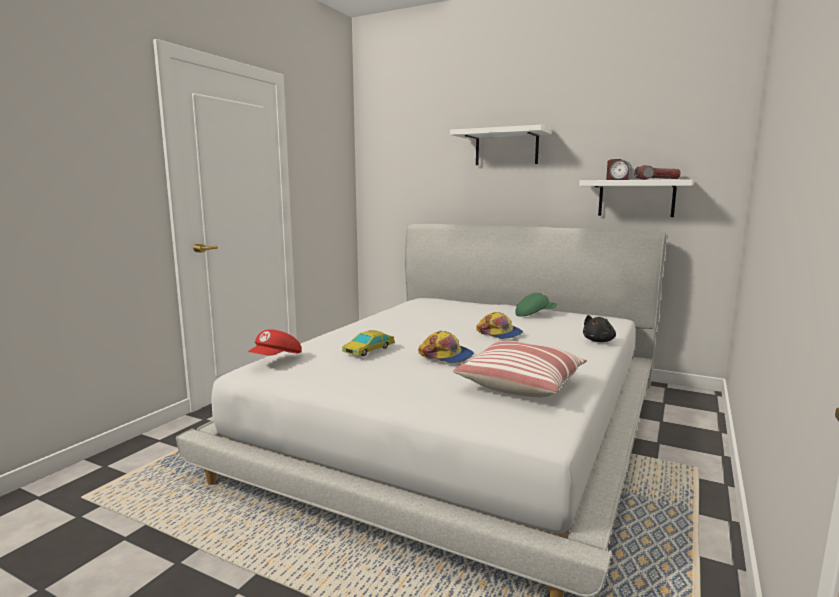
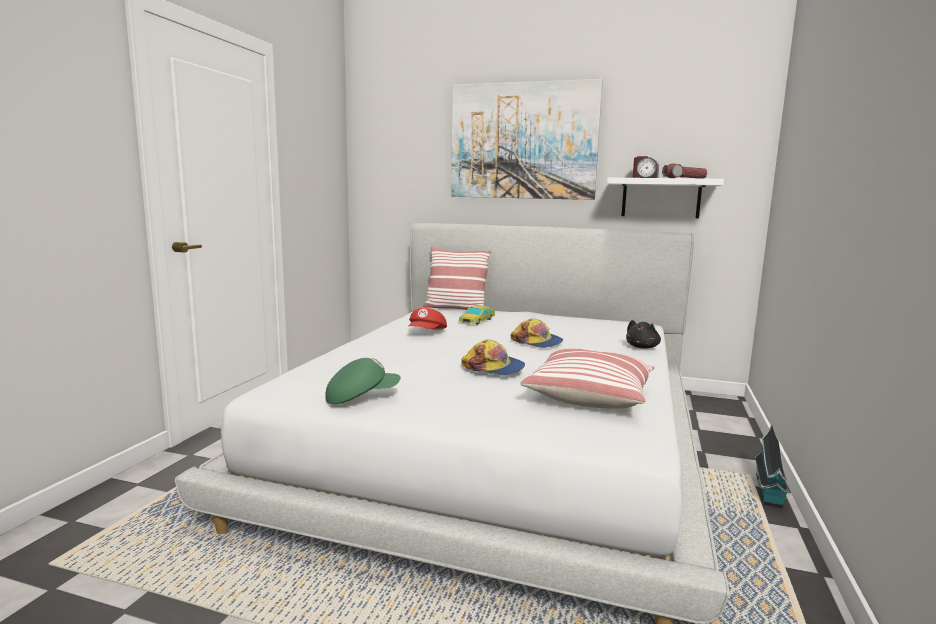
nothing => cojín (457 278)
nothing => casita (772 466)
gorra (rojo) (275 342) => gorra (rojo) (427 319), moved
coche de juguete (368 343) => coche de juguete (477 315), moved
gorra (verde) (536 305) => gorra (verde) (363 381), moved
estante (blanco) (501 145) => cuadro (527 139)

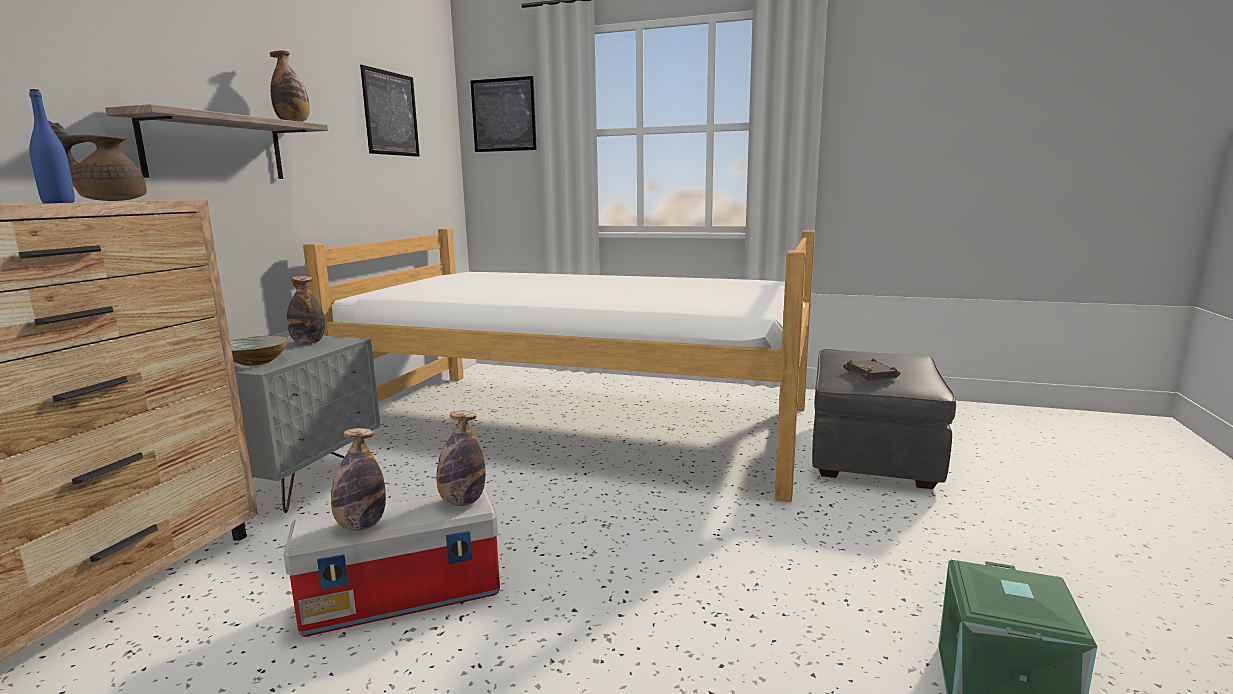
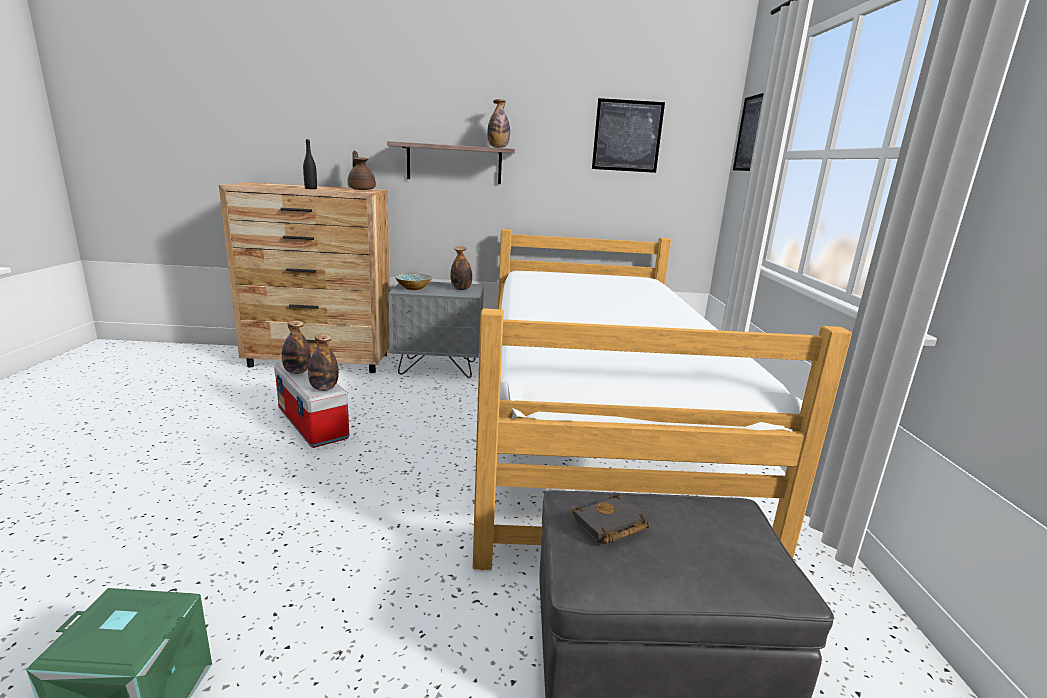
botella (azul) (52 146) => botella (negro) (310 164)

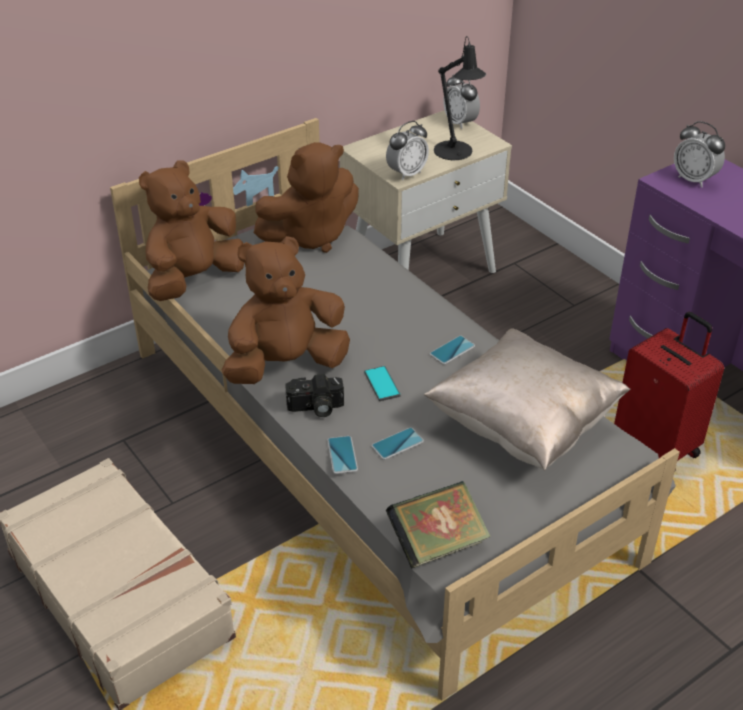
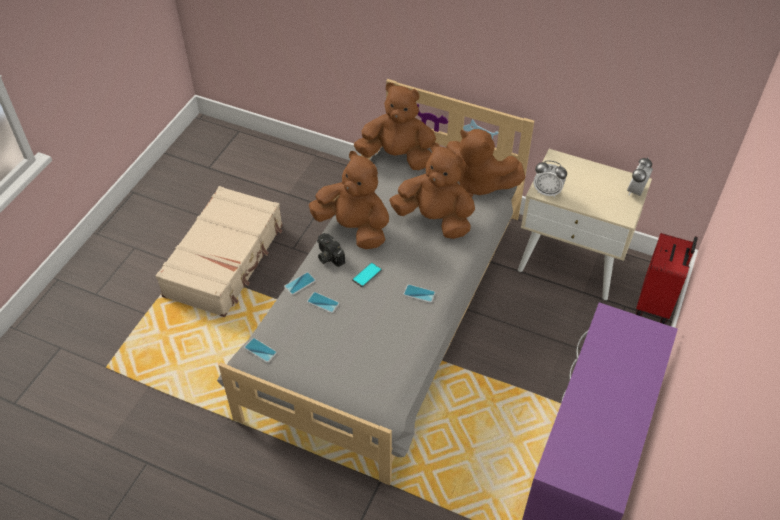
cojín (beis) (527 399) => nothing
lámpara de mesa (negro) (460 98) => nothing
despertador (699 154) => nothing
nothing => peluche (marrón) (432 191)
maleta (rojo) (669 392) => maleta (rojo) (667 278), moved
libro (438 525) => móvil (260 350)

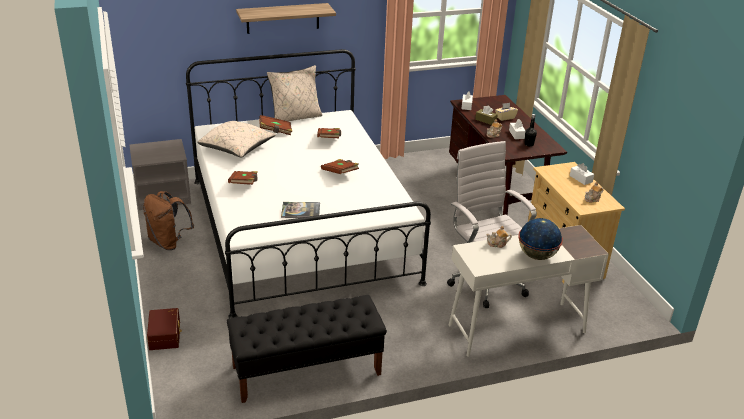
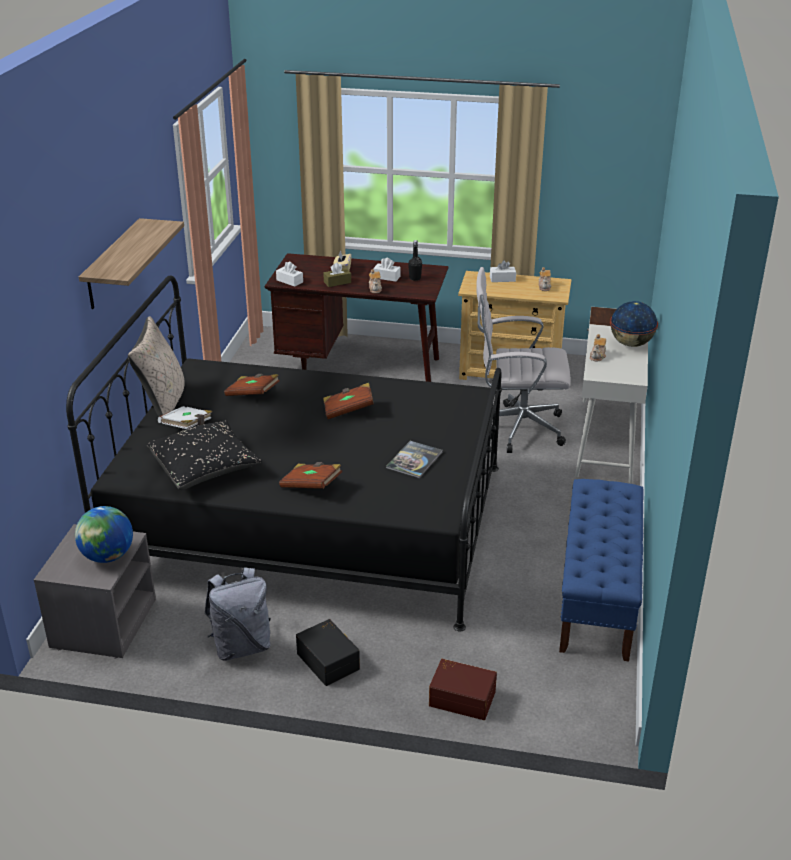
nothing => globo terráqueo (104 534)
nothing => caja de almacenaje (negro) (328 652)
mochila (marrón) (168 220) => mochila (gris) (238 614)
cama (blanco) (308 183) => cama (negro) (284 453)
cojín (beis) (236 139) => cojín (negro) (204 455)
banco (negro) (307 349) => banco (azul) (601 570)
libro (marrón) (275 125) => libro (blanco) (185 417)

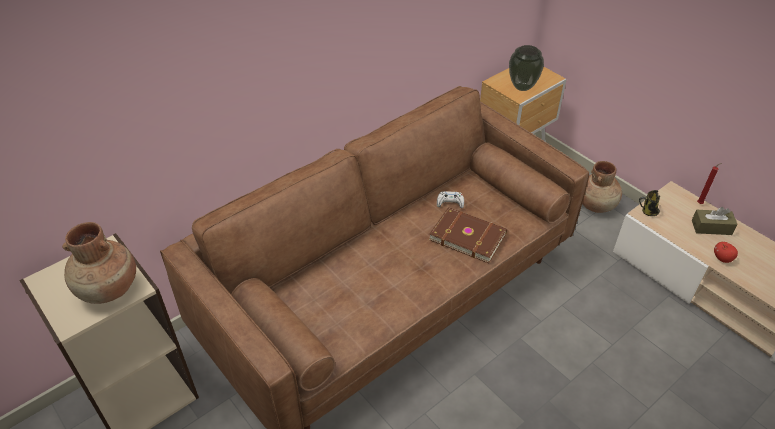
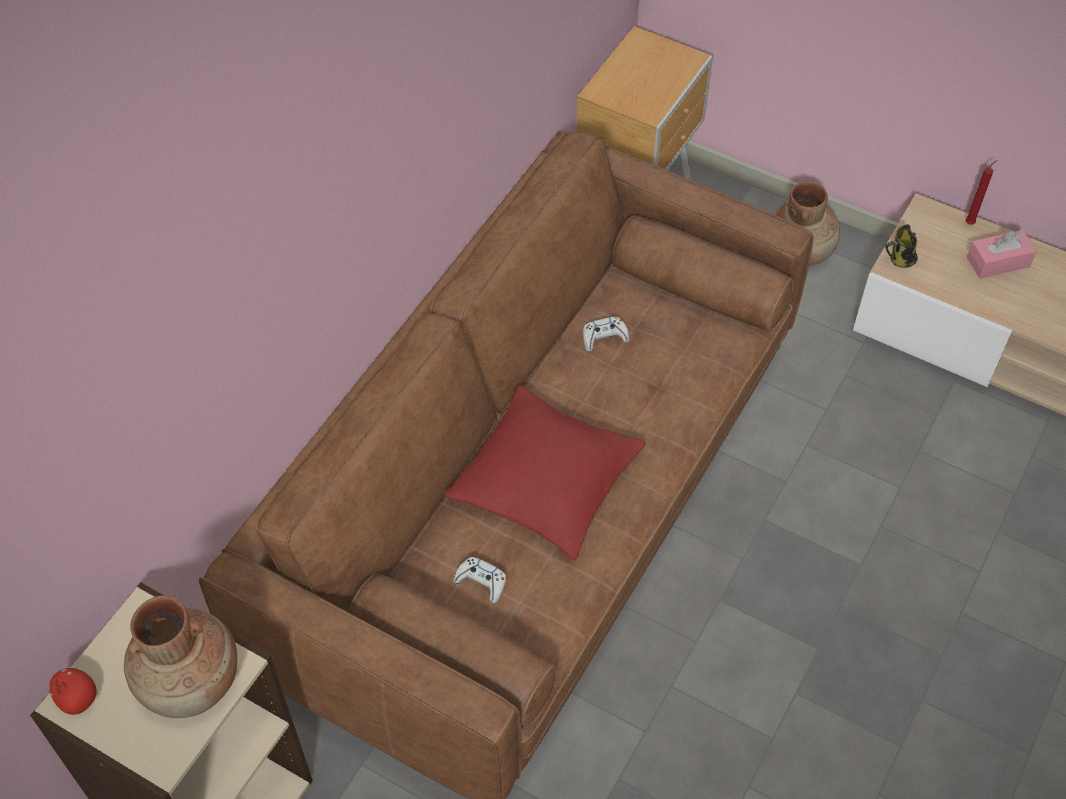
libro (marrón) (468 235) => nothing
florero (526 68) => nothing
nothing => cojín (rojo) (544 472)
nothing => mando de consola (blanco) (479 579)
manzana (726 252) => manzana (73 691), moved
caja de pañuelos (marrón) (715 221) => caja de pañuelos (rosa) (1002 254)

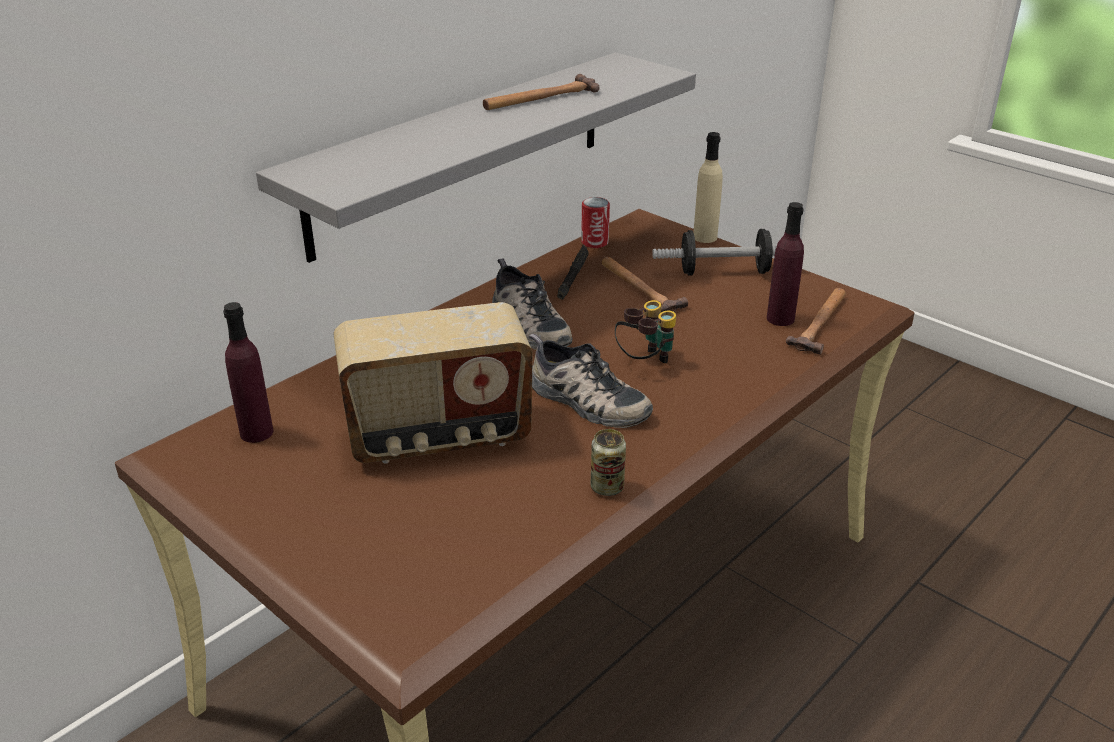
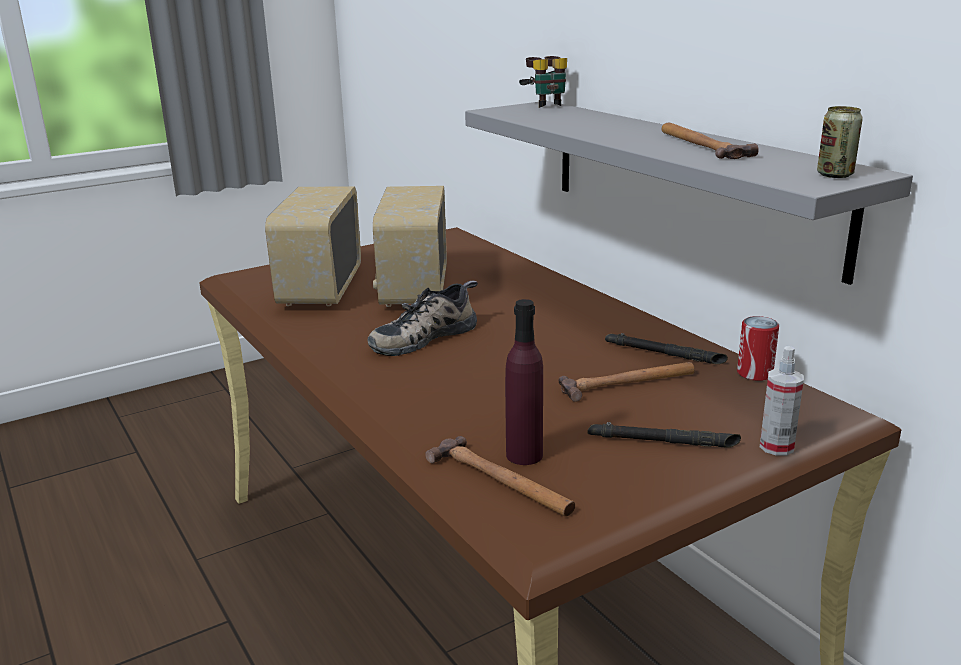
botella (morado) (248 372) => nothing
zapato (532 304) => nothing
nothing => radio (313 246)
lata (608 462) => lata (840 142), moved
prismáticos (645 331) => prismáticos (543 82), moved
mancuerna (714 252) => linterna (negro) (664 435)
botella (beis) (708 187) => pulverizador (782 401)

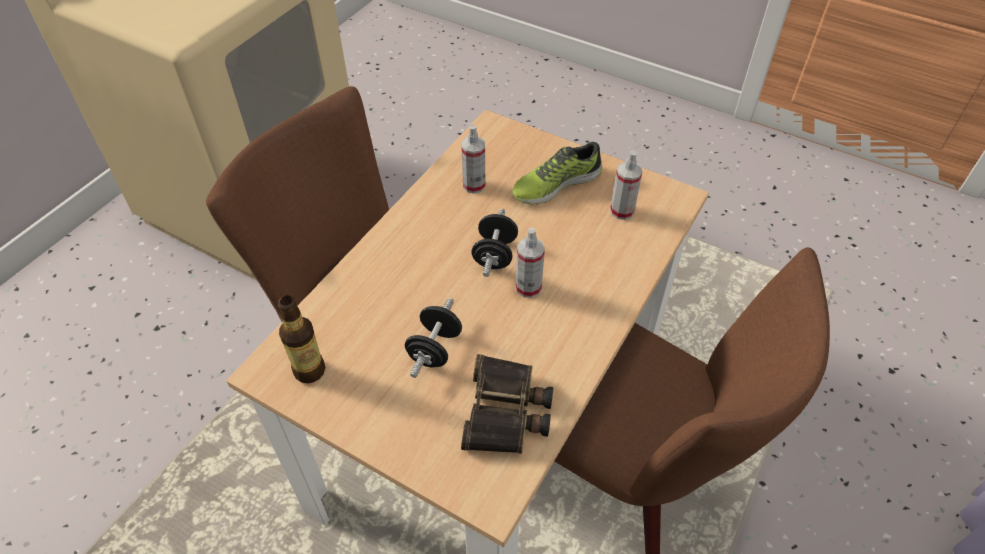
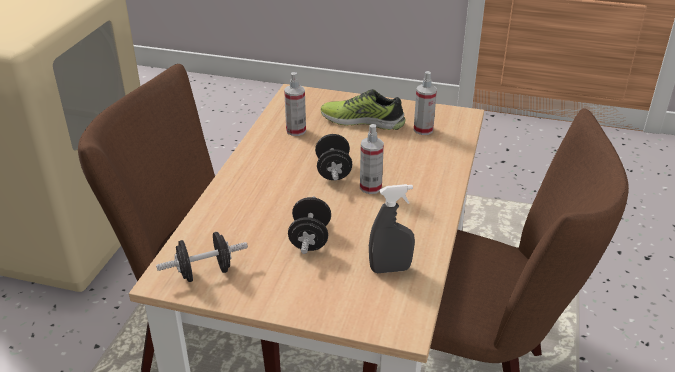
botella (301 339) => mancuerna (negro) (202 257)
prismáticos (507 404) => pulverizador (gris) (392 228)
zapato (557 173) => zapato (363 109), 60 degrees clockwise

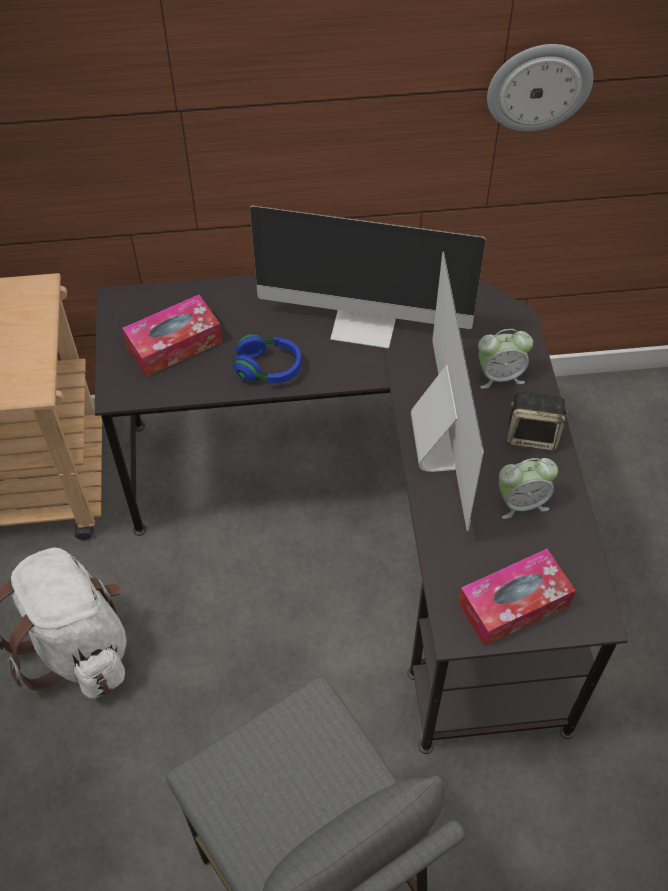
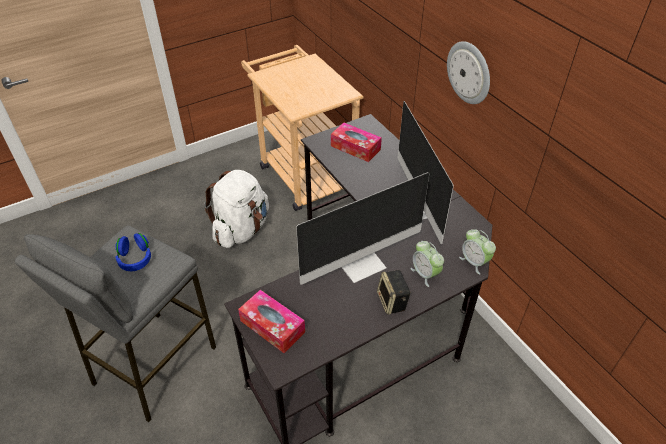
auriculares (azul) (267 358) => auriculares (azul) (133 252), moved
reloj de pared (540 87) => reloj de pared (468 72), moved
despertador (528 488) => despertador (477 252), moved

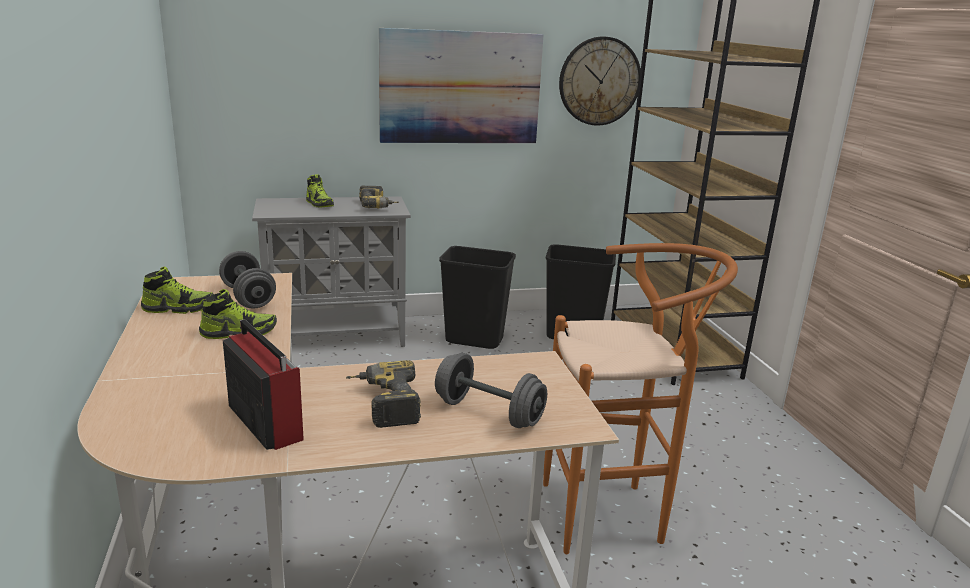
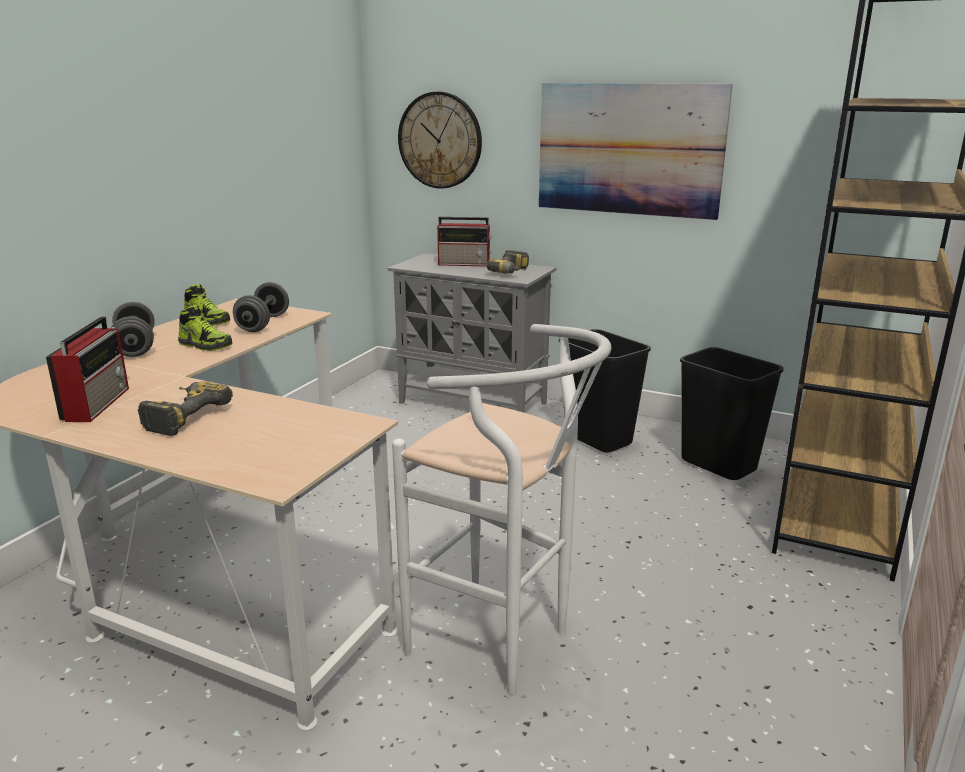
mancuerna (gris) (491 390) => mancuerna (gris) (133 329), moved
reloj de pared (600 81) => reloj de pared (440 140), moved
zapato (320 191) => radio (464 242)
taburete (naranja) (640 398) => taburete (blanco) (501 509)

